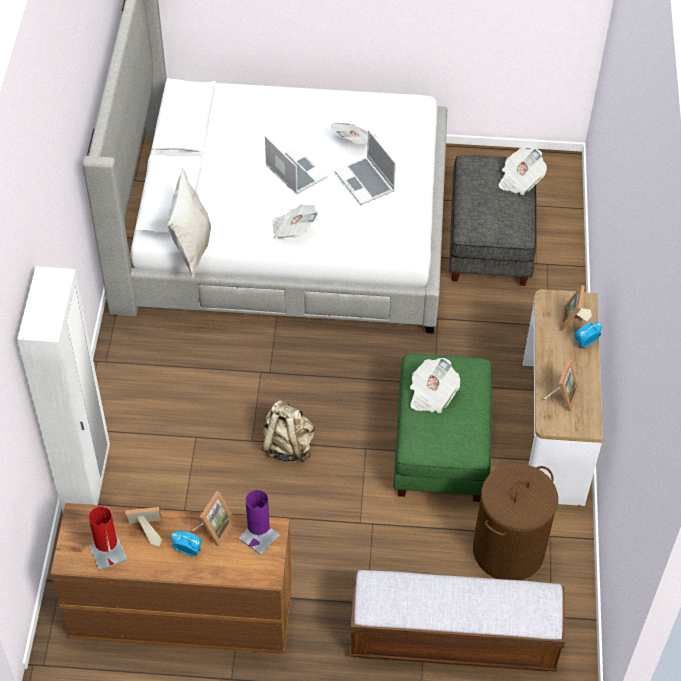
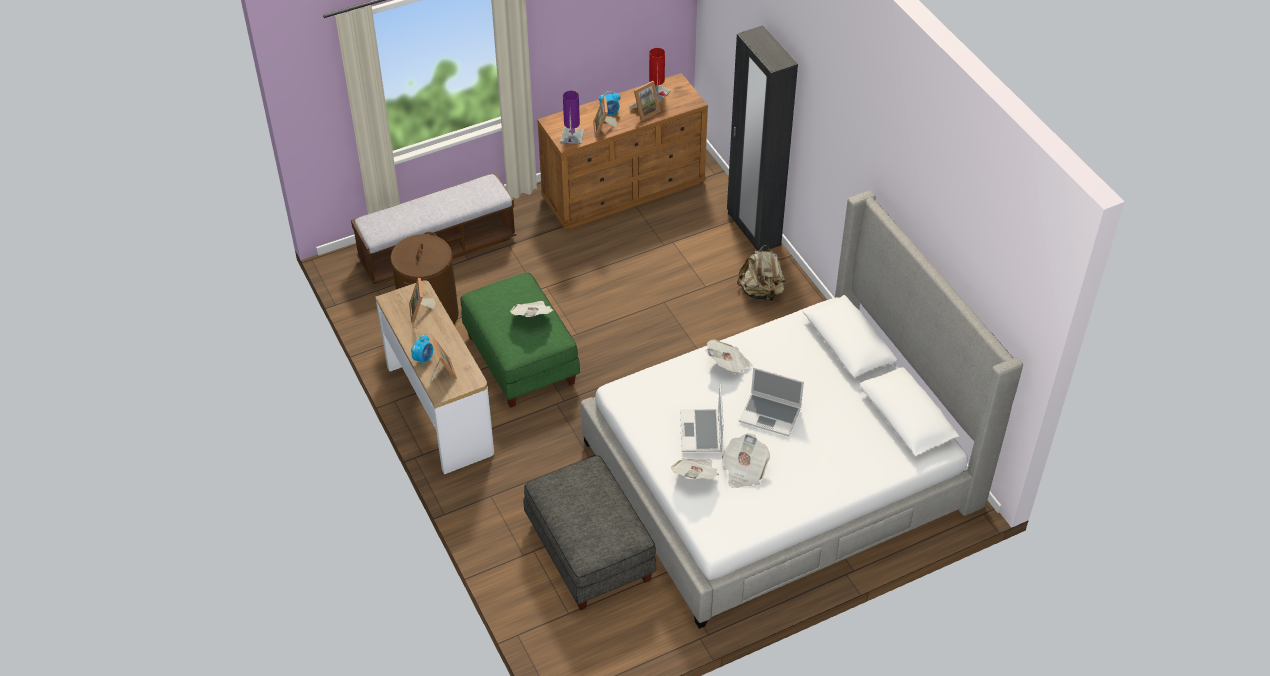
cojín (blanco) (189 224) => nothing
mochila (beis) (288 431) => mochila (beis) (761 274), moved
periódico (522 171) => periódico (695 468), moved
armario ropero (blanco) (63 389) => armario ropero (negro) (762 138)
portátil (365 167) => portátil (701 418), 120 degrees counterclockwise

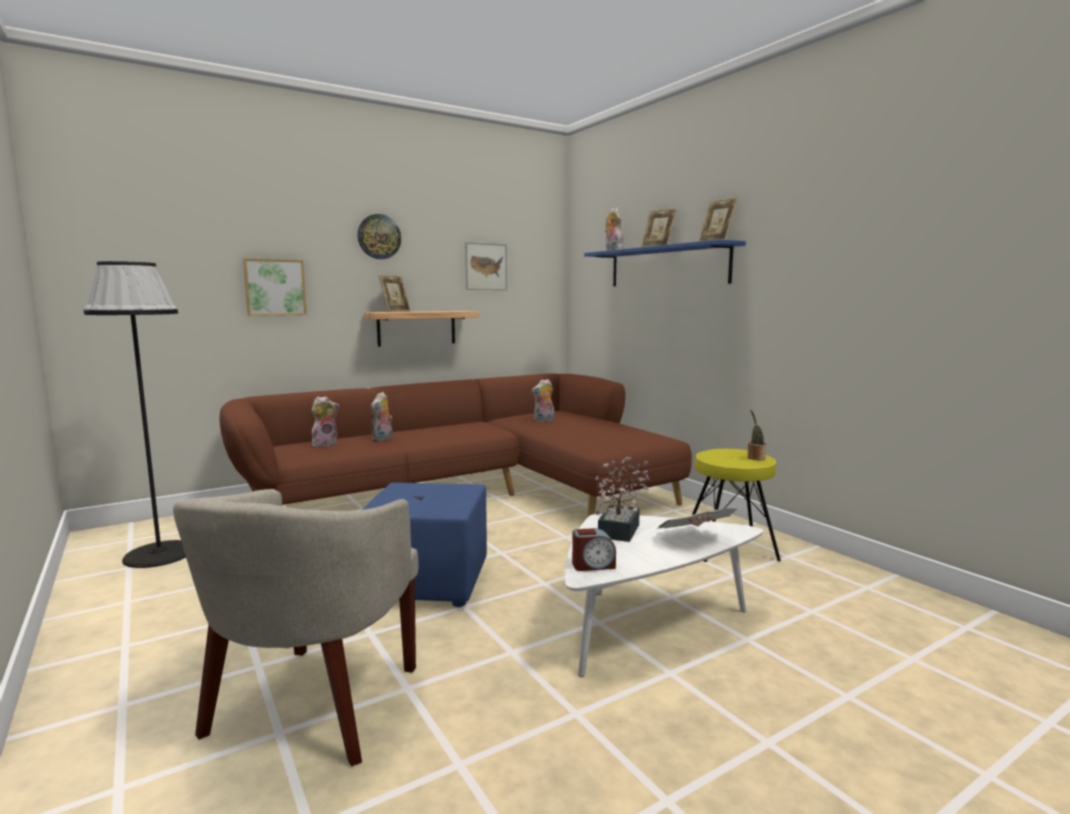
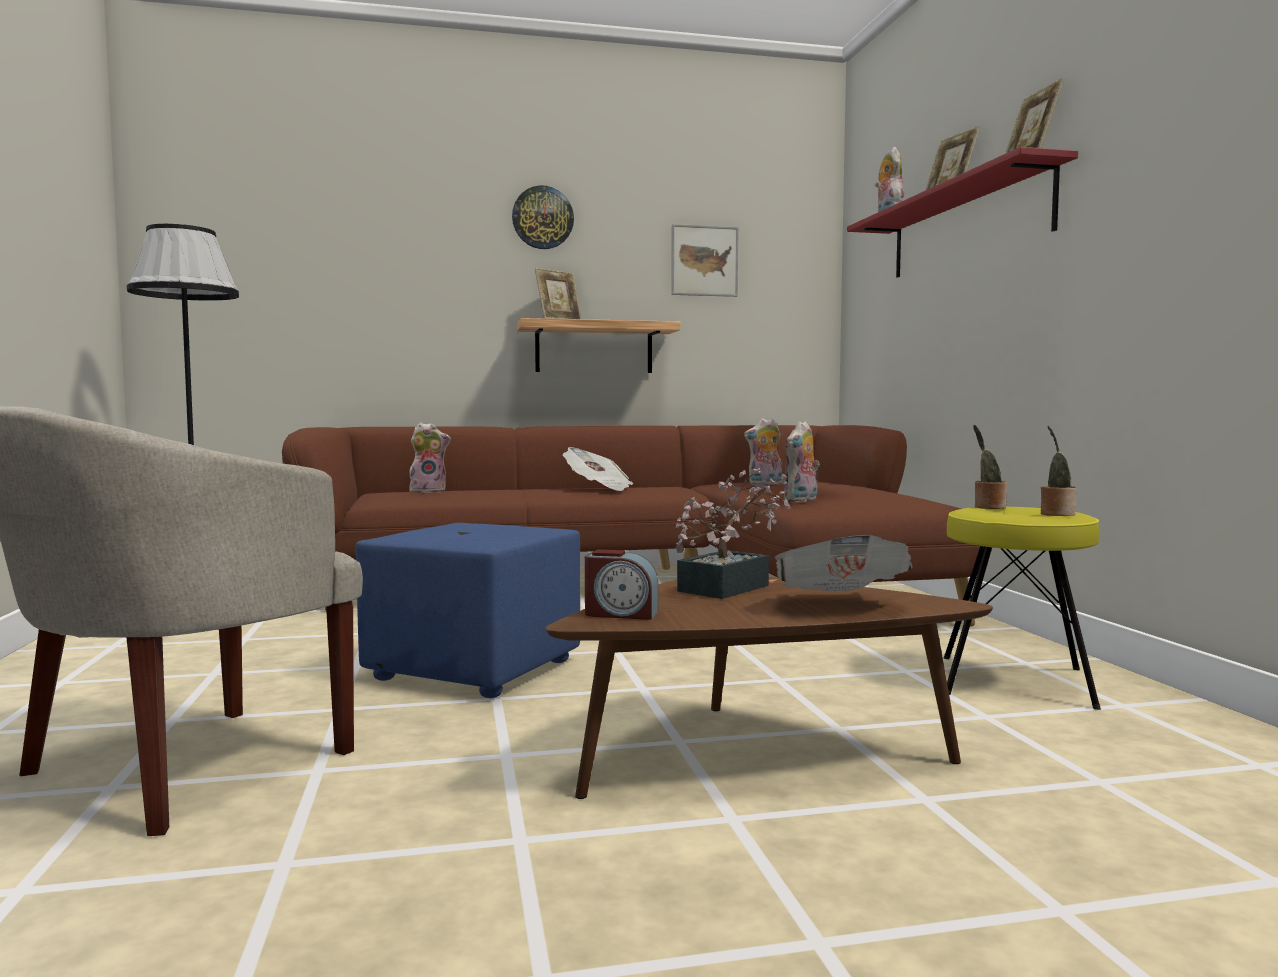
cuadro (275 287) => nothing
nothing => periódico (598 469)
nothing => planta en maceta (990 467)
peluche (381 416) => peluche (801 461), moved
mesa de centro (blanco) (664 595) => mesa de centro (marrón) (769 688)
estante (azul) (665 262) => estante (rojo) (962 212)

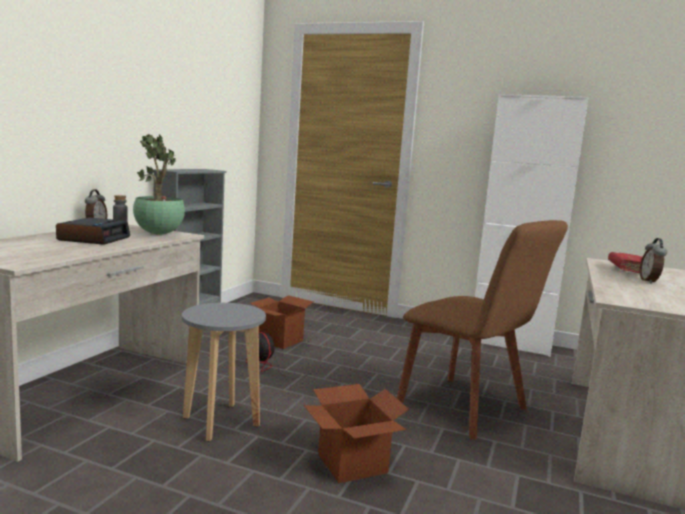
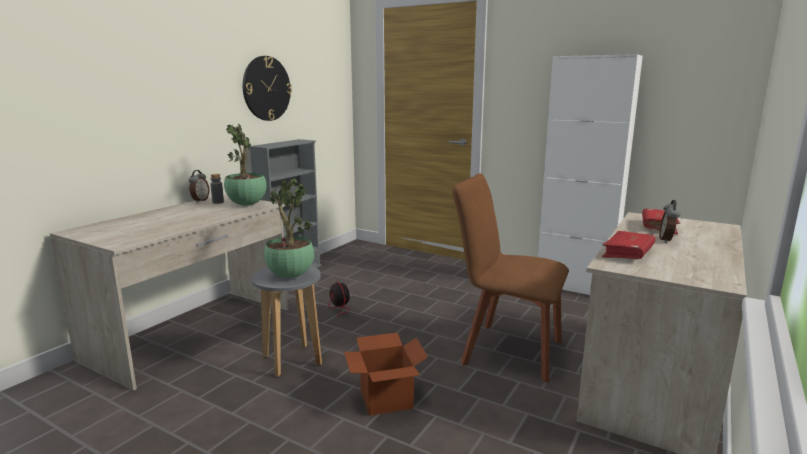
despertador (93 231) => nothing
caja de cartón (281 322) => nothing
nothing => reloj de pared (267 88)
nothing => planta en maceta (289 228)
nothing => libro (rojo) (629 245)
silla (marrón) (482 330) => silla (marrón) (510 278), 150 degrees clockwise

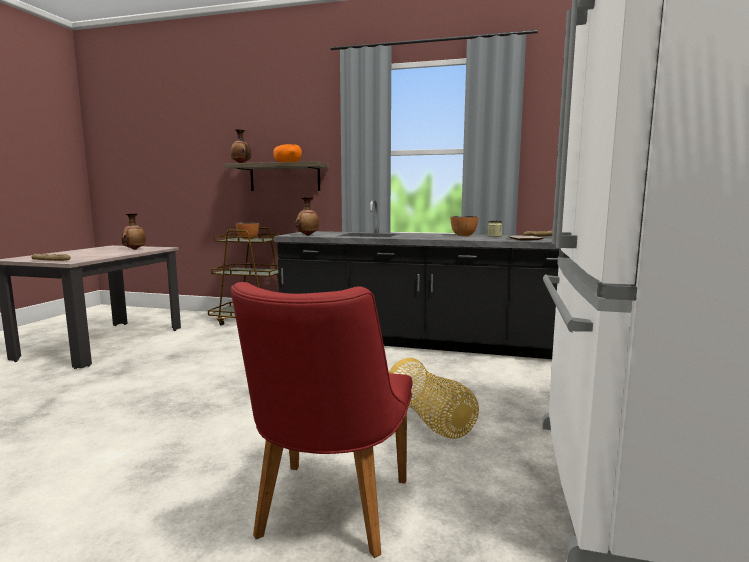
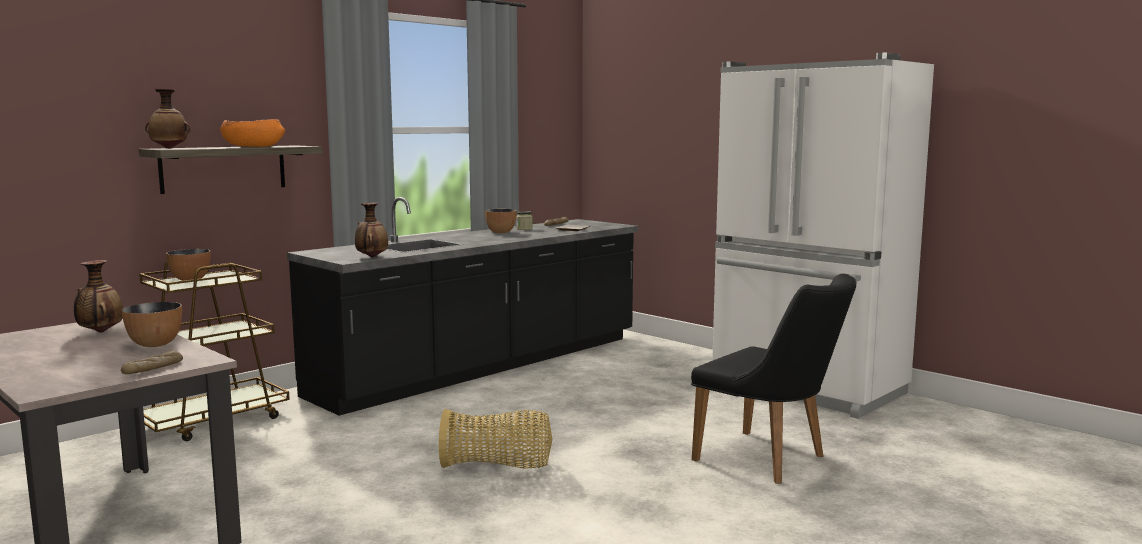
nothing => cuenco (151 324)
cesta (434 398) => cesta (496 439), moved
silla (rojo) (322 420) => silla (negro) (774 379)

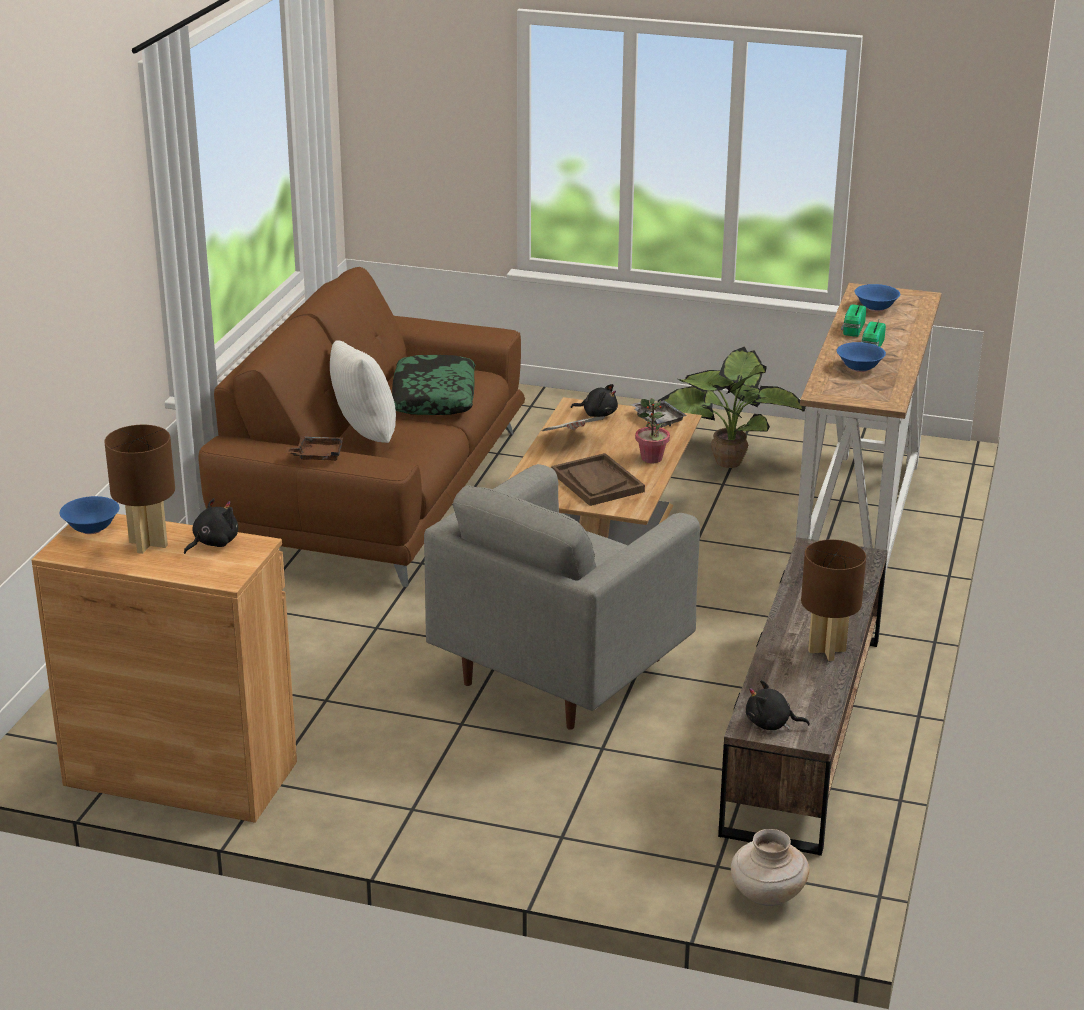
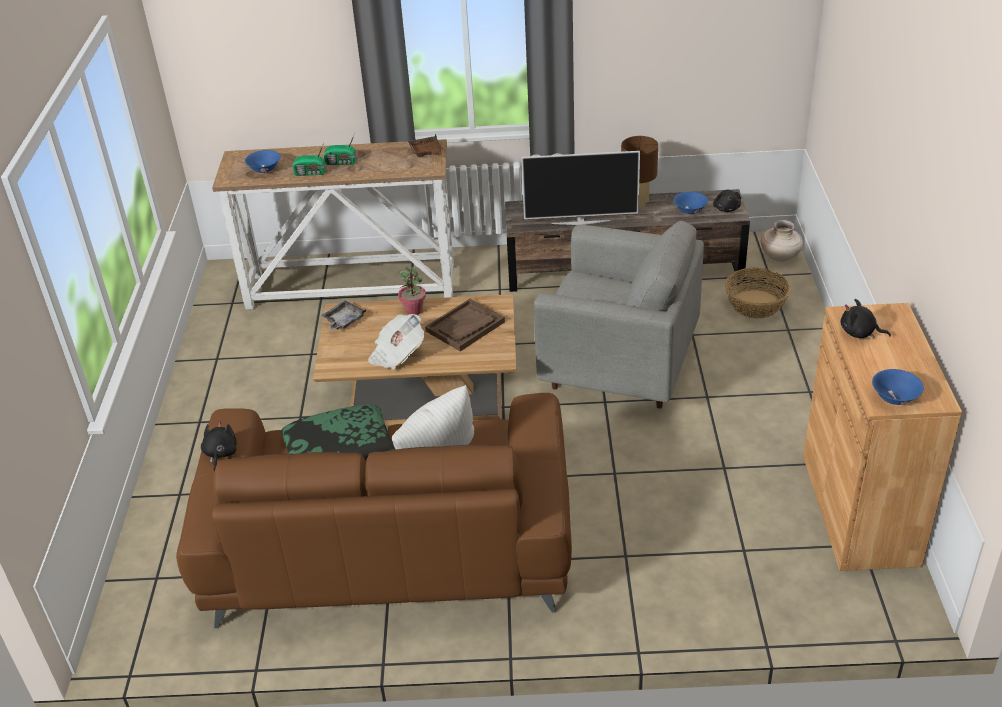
lámpara de mesa (marrón) (139 489) => nothing
planta en maceta (732 407) => nothing
nothing => televisor (580 188)
nothing => cesta (758 293)
bandeja (marrón) (314 448) => bandeja (marrón) (425 145), moved
peluche (negro) (594 400) => peluche (negro) (219 446), moved
cuenco (azul) (861 357) => cuenco (azul) (691 203), moved

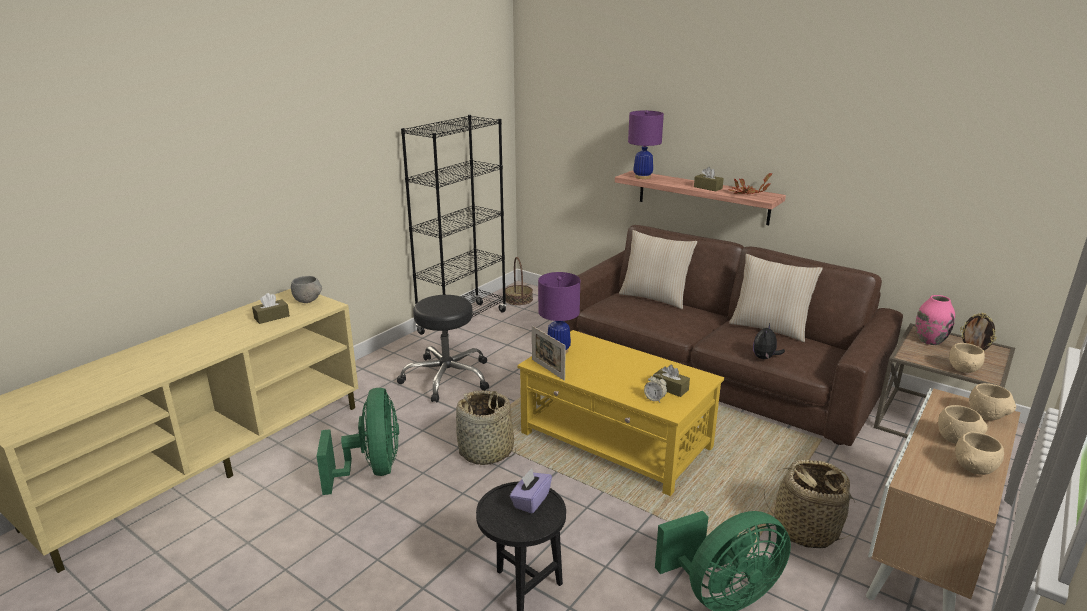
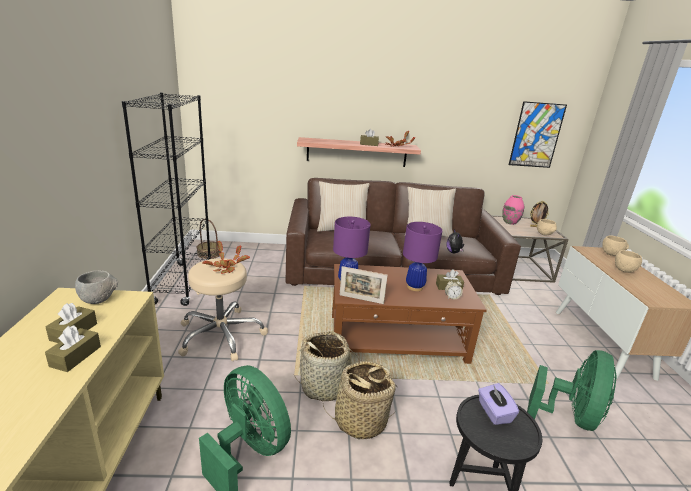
cuenco (beis) (979 453) => nothing
nothing => caja de pañuelos (marrón) (73 348)
nothing => planta en maceta (226 257)
nothing => cuadro (538 134)
lámpara de mesa (morado) (646 144) => lámpara de mesa (morado) (422 256), moved
cesta (810 504) => cesta (359 400), moved
taburete (negro) (443 348) => taburete (beis) (223 309)
mesa de centro (amarillo) (620 413) => mesa de centro (marrón) (409 314)

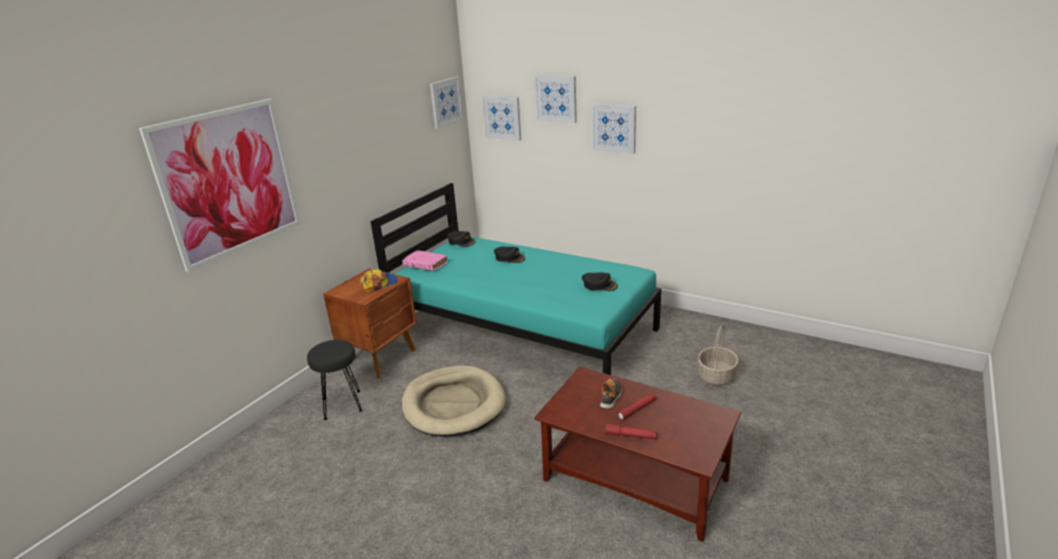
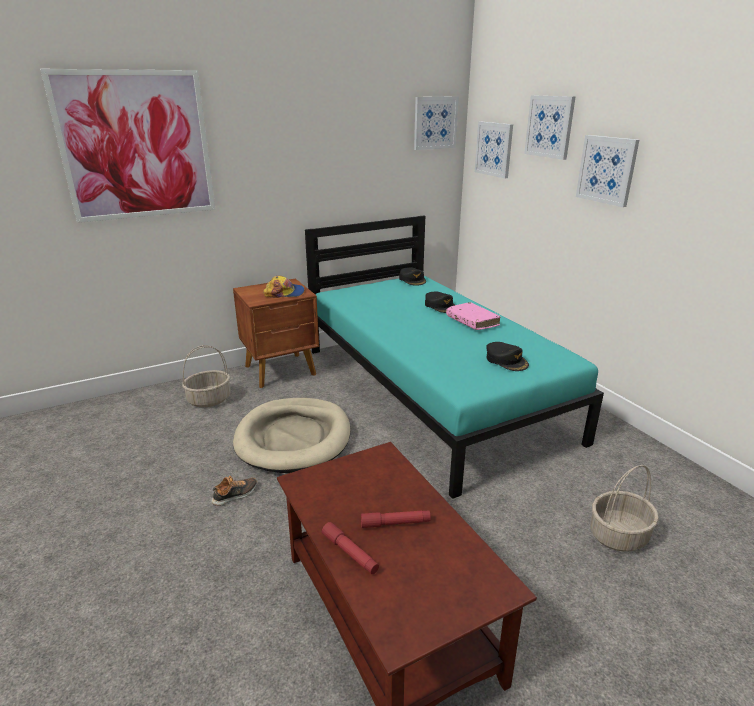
libro (rosa) (425 260) => libro (rosa) (473 316), moved
zapato (611 393) => zapato (234 491), moved
taburete (negro) (334 380) => cesta (206 376)

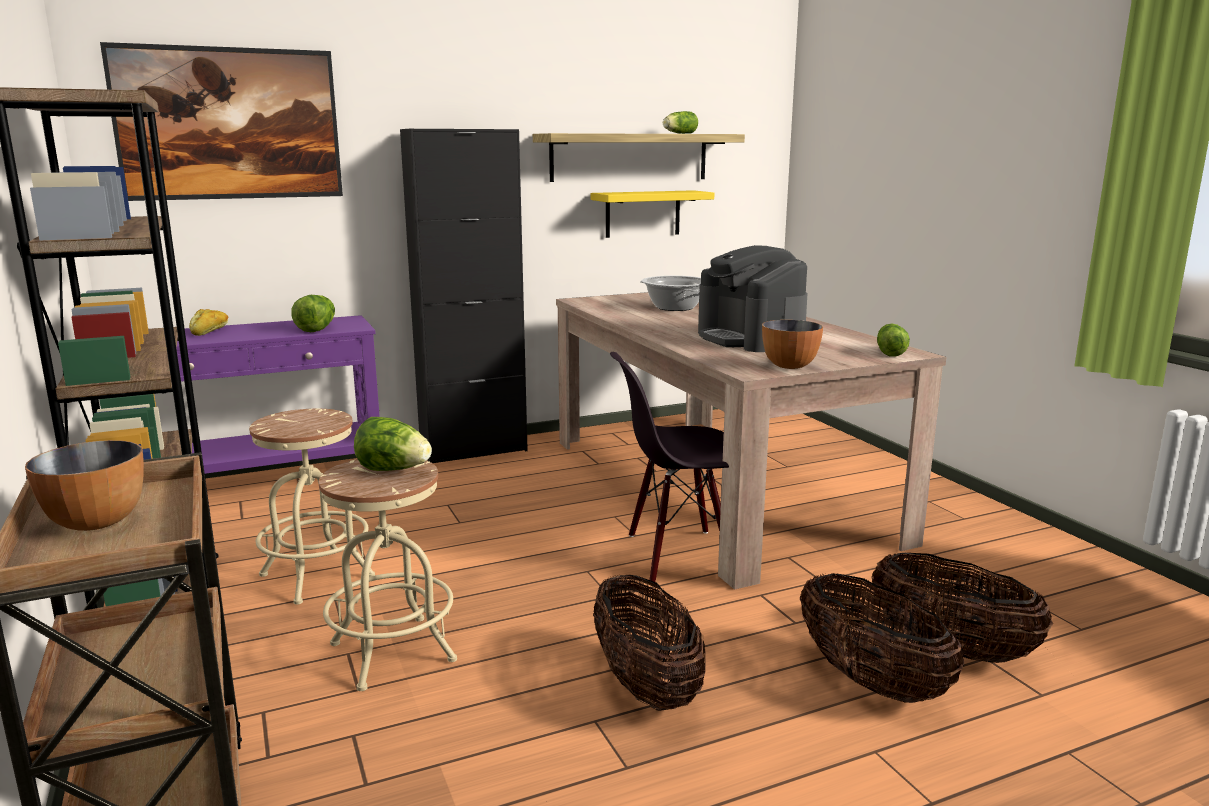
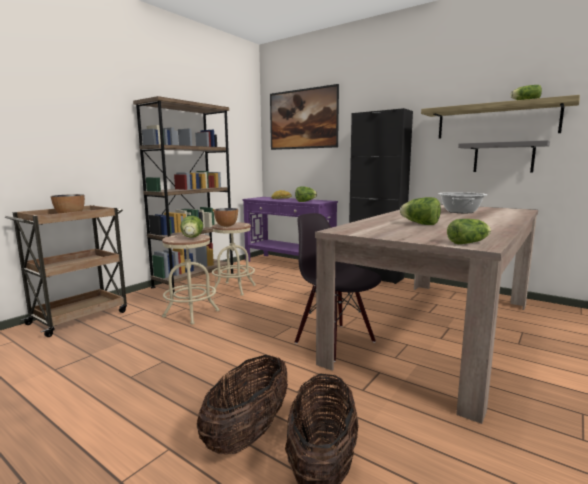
cesta (649 643) => nothing
cuenco (792 344) => cuenco (226 217), moved
cafetera (752 298) => lechuga (420 211)
estante (amarillo) (652 214) => estante (gris) (504 156)

